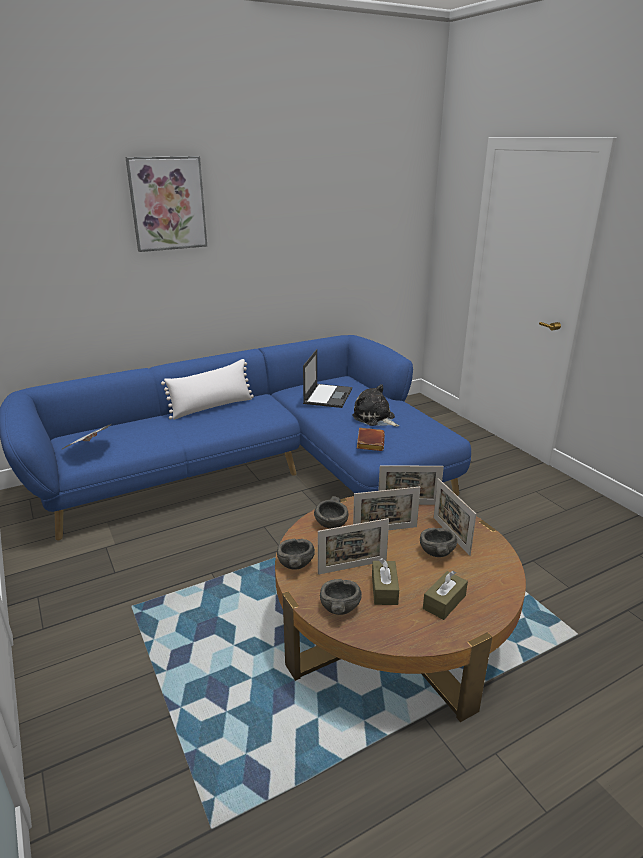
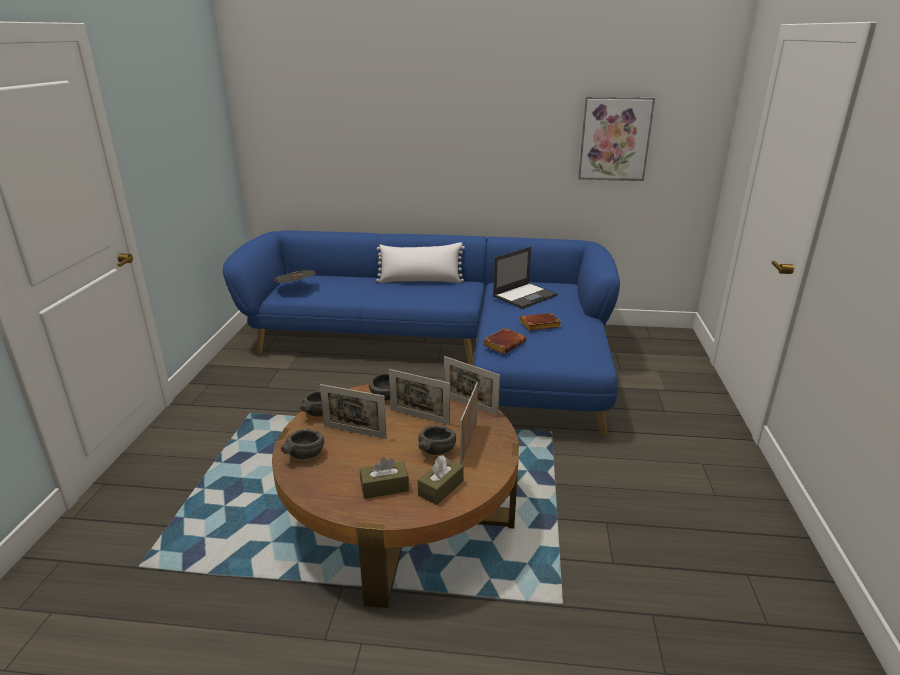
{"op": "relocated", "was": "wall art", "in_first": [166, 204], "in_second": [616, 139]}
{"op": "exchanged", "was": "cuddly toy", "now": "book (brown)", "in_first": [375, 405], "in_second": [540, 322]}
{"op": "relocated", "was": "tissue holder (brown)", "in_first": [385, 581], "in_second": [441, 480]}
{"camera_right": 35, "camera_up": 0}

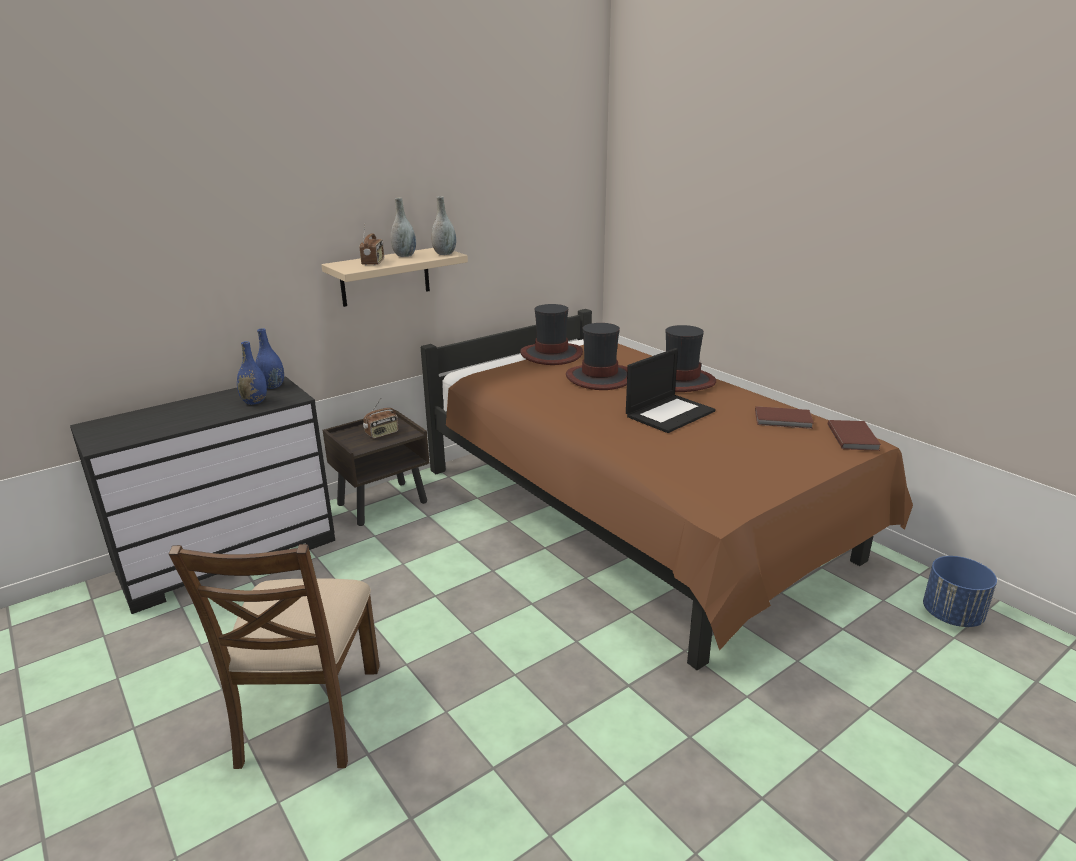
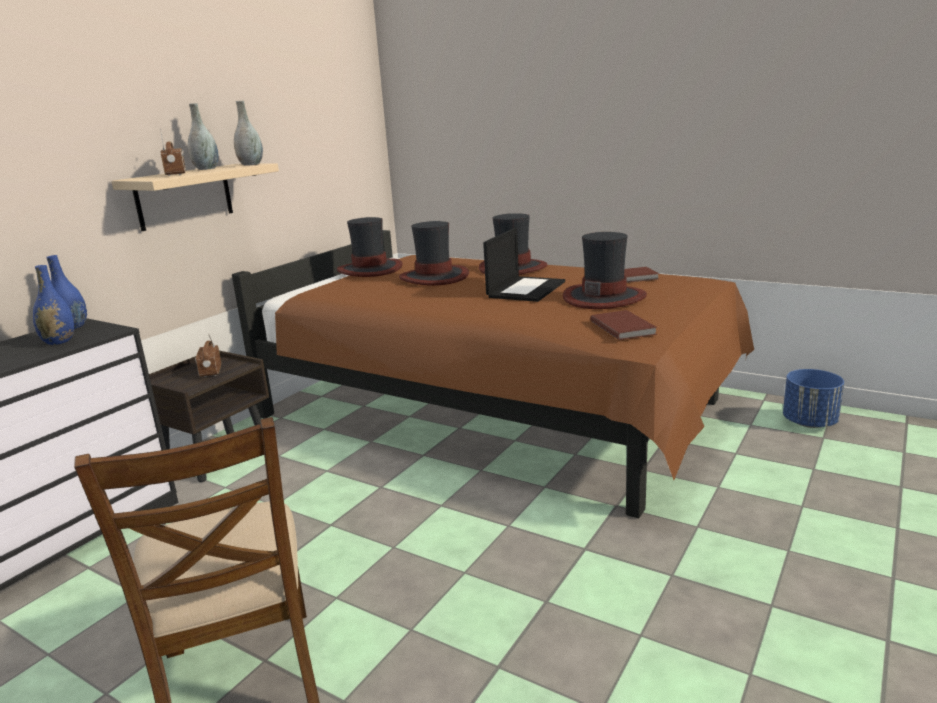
{"op": "spun", "was": "radio receiver", "in_first": [380, 419], "in_second": [208, 356], "clockwise": 135}
{"op": "relocated", "was": "book (brown)", "in_first": [854, 435], "in_second": [623, 325]}
{"op": "appeared", "now": "clothing hat", "in_second": [605, 270]}
{"camera_right": -20, "camera_up": -5}

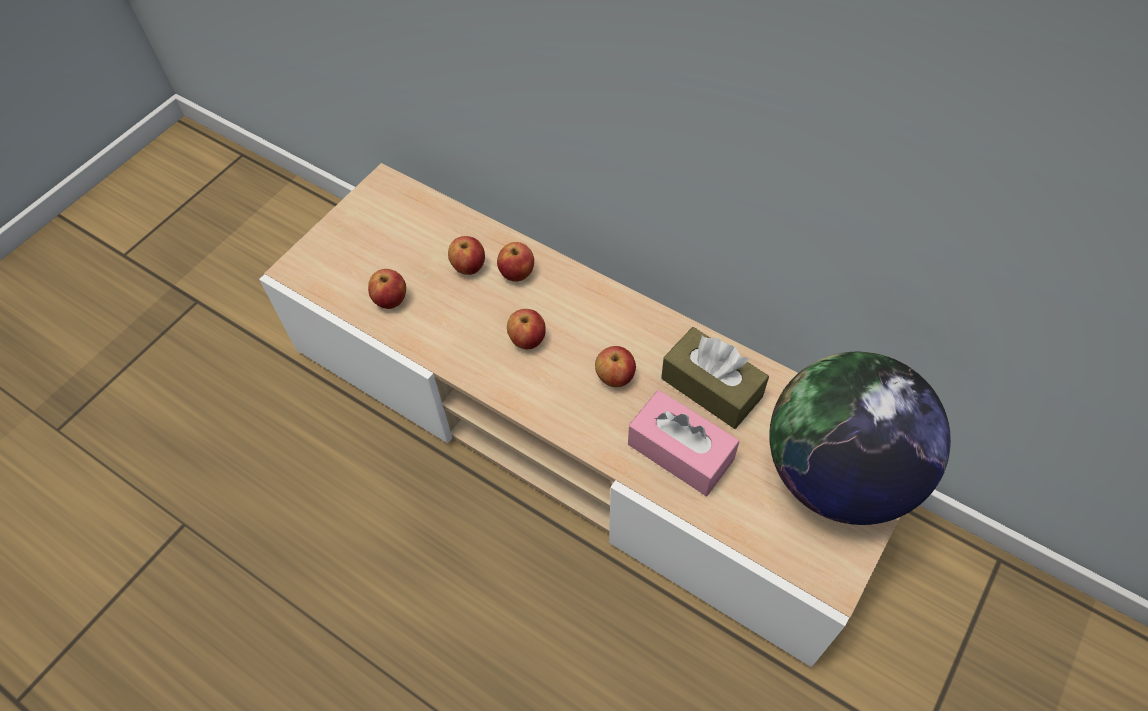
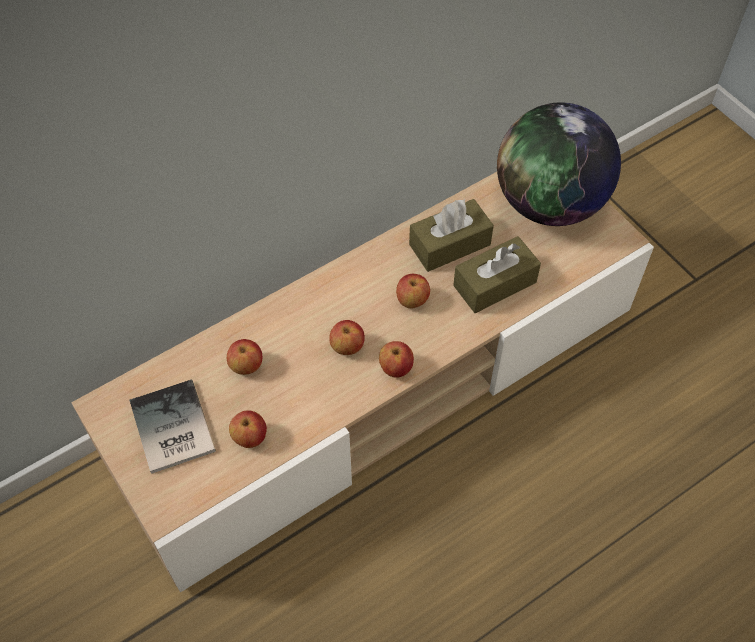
{"op": "relocated", "was": "apple", "in_first": [515, 262], "in_second": [396, 359]}
{"op": "colour", "was": "tissue holder (pinkish)", "now": "tissue holder (brown)", "in_first": [684, 443], "in_second": [497, 274]}
{"op": "appeared", "now": "book", "in_second": [173, 427]}
{"camera_right": -70, "camera_up": 0}

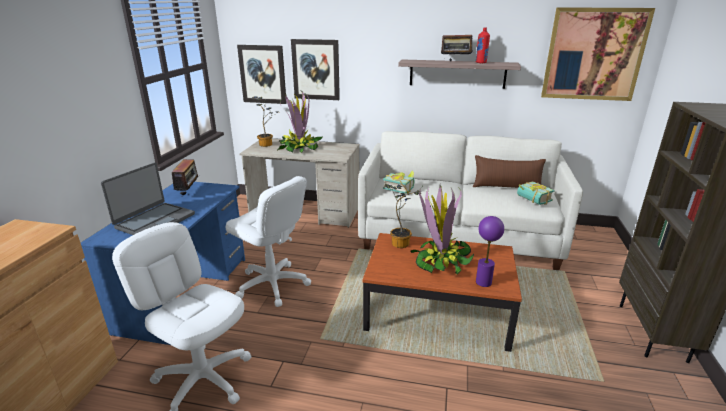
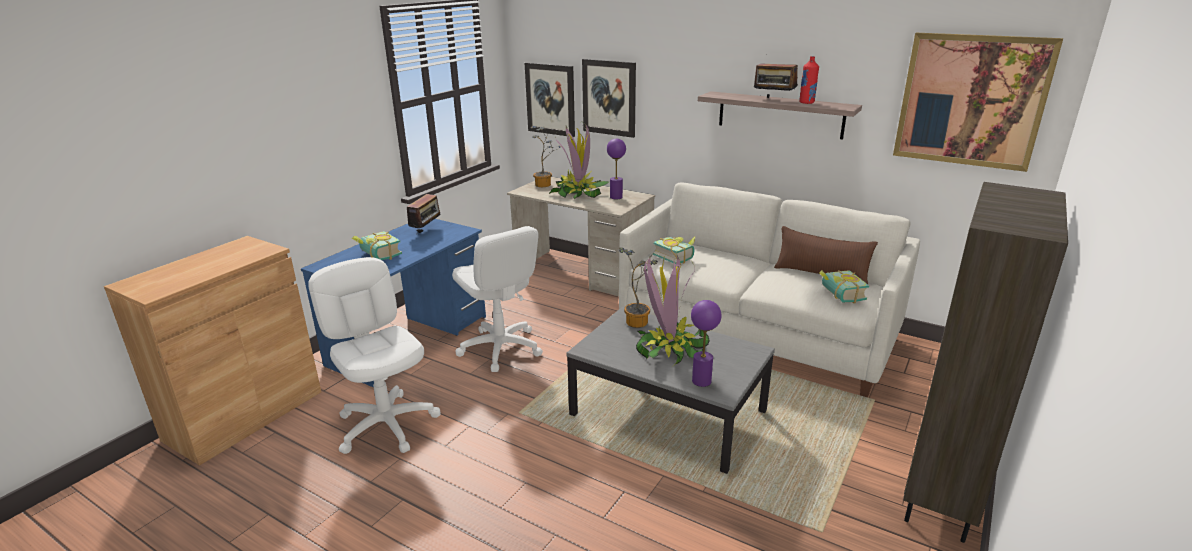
{"op": "exchanged", "was": "laptop", "now": "book", "in_first": [148, 199], "in_second": [377, 245]}
{"op": "colour", "was": "lounge table (brown)", "now": "lounge table (grey)", "in_first": [442, 292], "in_second": [670, 390]}
{"op": "appeared", "now": "lamp for a table (purplish)", "in_second": [616, 169]}
{"camera_right": 20, "camera_up": 0}

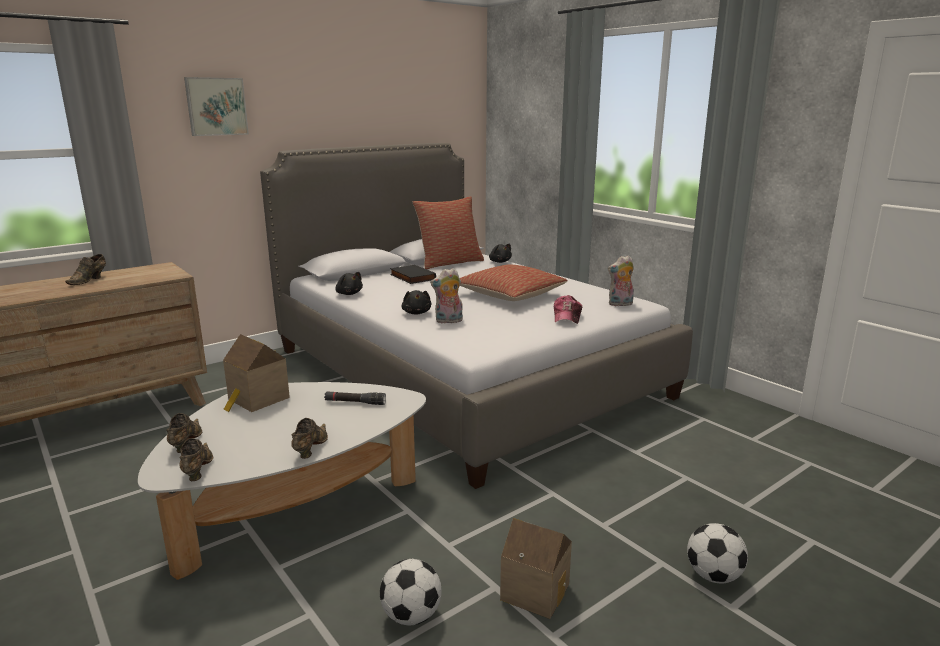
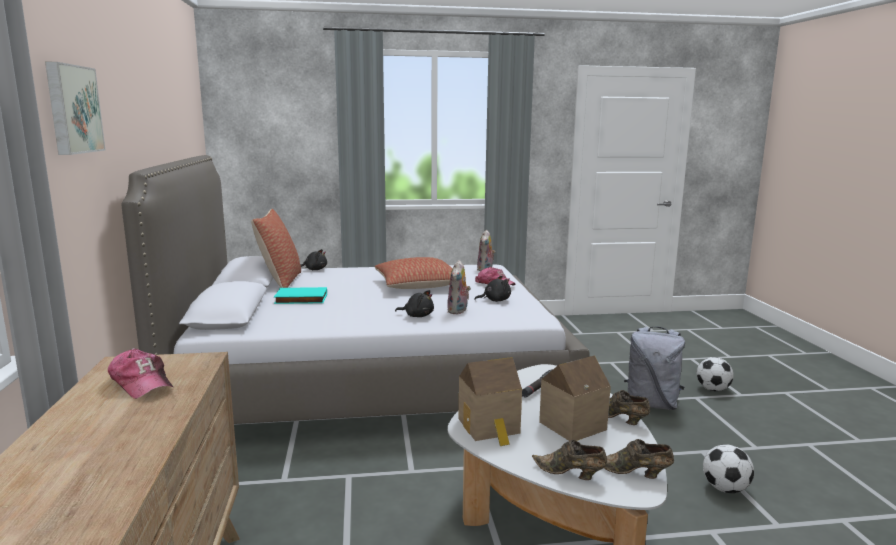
{"op": "missing", "was": "shoe (brown)", "in_first": [85, 269]}
{"op": "relocated", "was": "cuddly toy (black)", "in_first": [349, 283], "in_second": [492, 289]}
{"op": "colour", "was": "book (black)", "now": "book (turquoise)", "in_first": [413, 274], "in_second": [300, 295]}
{"op": "relocated", "was": "toy house", "in_first": [536, 568], "in_second": [575, 398]}
{"op": "appeared", "now": "baseball cap", "in_second": [141, 373]}
{"op": "appeared", "now": "backpack (grey)", "in_second": [654, 368]}
{"camera_right": -60, "camera_up": -5}

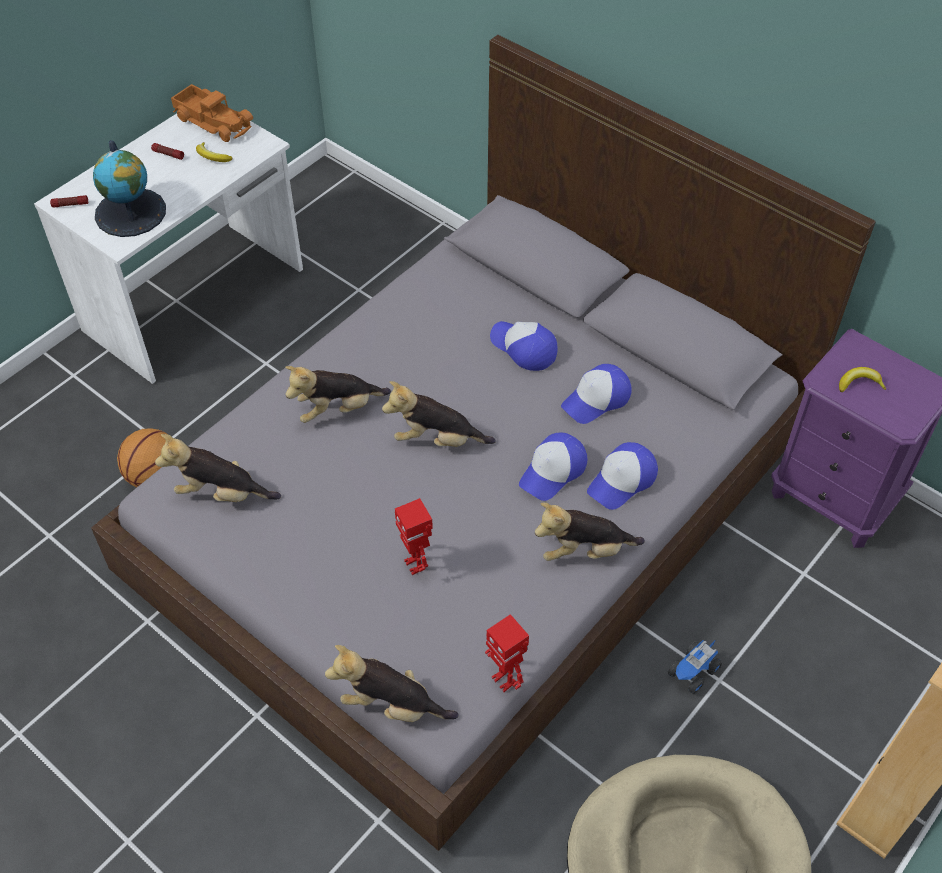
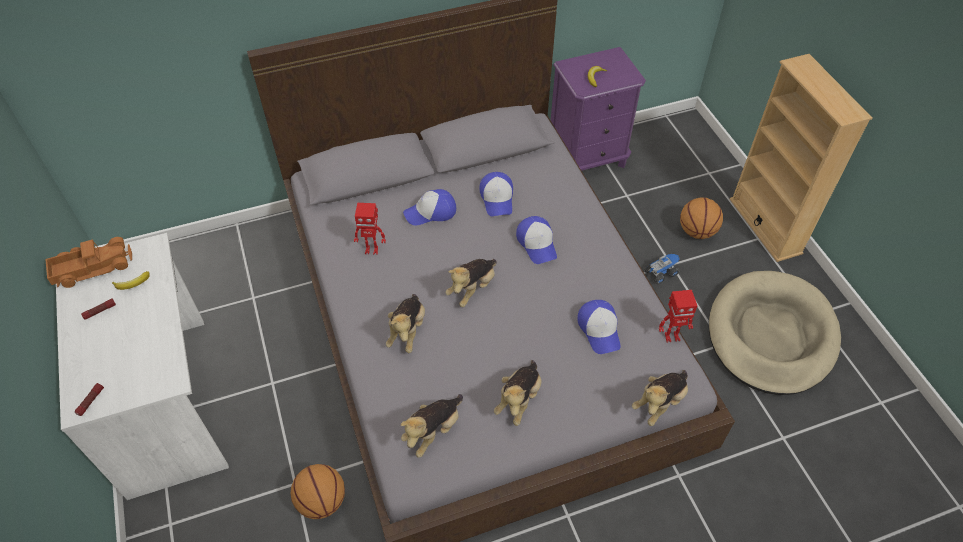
{"op": "missing", "was": "world globe", "in_first": [129, 188]}
{"op": "relocated", "was": "robot figure", "in_first": [414, 536], "in_second": [370, 229]}
{"op": "relocated", "was": "cuddly toy", "in_first": [590, 531], "in_second": [518, 393]}
{"op": "relocated", "was": "baseball cap", "in_first": [622, 476], "in_second": [599, 327]}
{"op": "spun", "was": "toy lorry", "in_first": [695, 666], "in_second": [662, 269], "clockwise": -105}
{"op": "appeared", "now": "basketball", "in_second": [701, 218]}
{"camera_right": -60, "camera_up": 0}

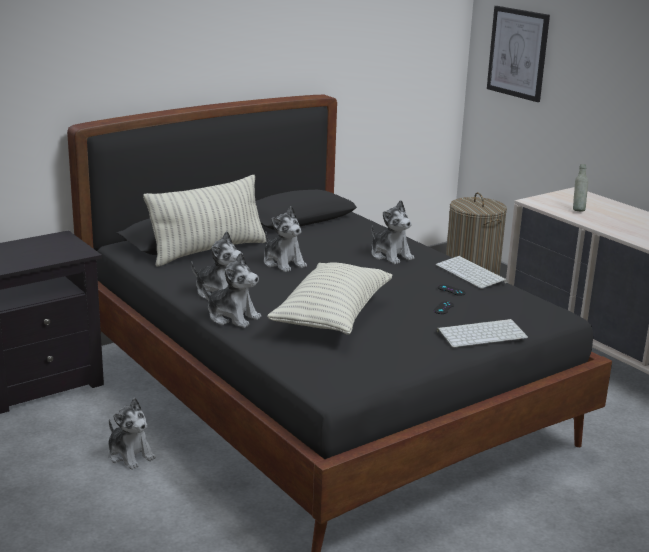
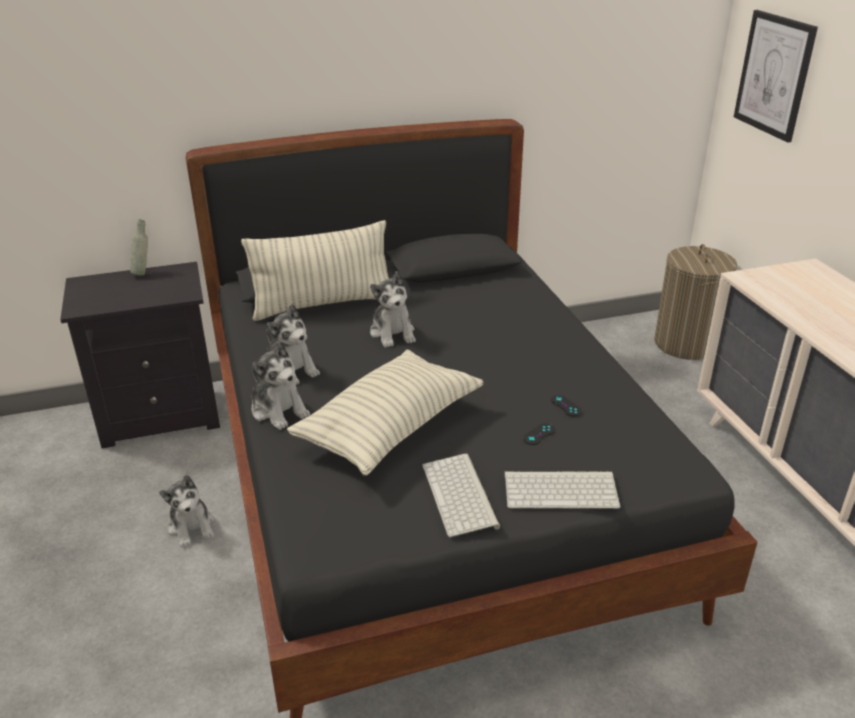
{"op": "missing", "was": "cuddly toy", "in_first": [392, 232]}
{"op": "relocated", "was": "keyboard", "in_first": [471, 272], "in_second": [461, 495]}
{"op": "relocated", "was": "beverage bottle (grey)", "in_first": [580, 188], "in_second": [139, 247]}
{"camera_right": 20, "camera_up": 10}

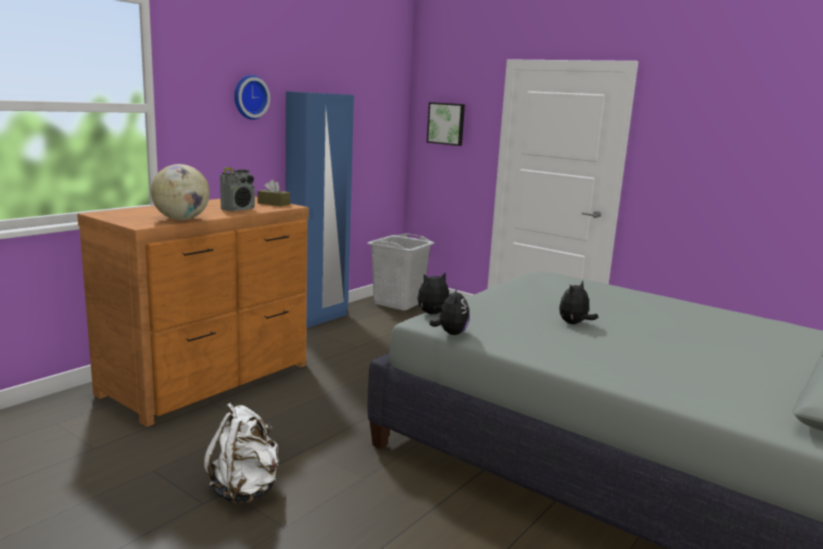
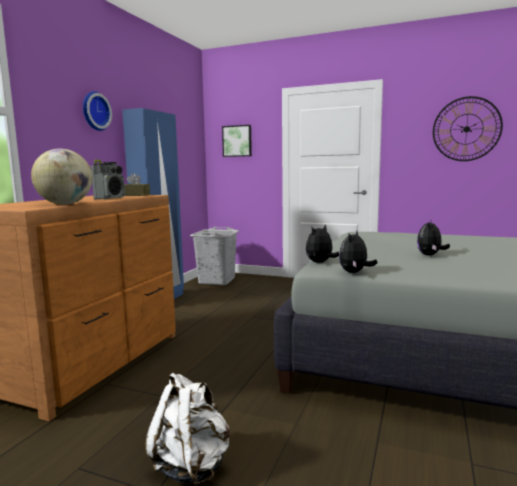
{"op": "spun", "was": "cuddly toy", "in_first": [449, 311], "in_second": [358, 252], "clockwise": -135}
{"op": "appeared", "now": "wall clock", "in_second": [468, 128]}
{"camera_right": -15, "camera_up": -5}

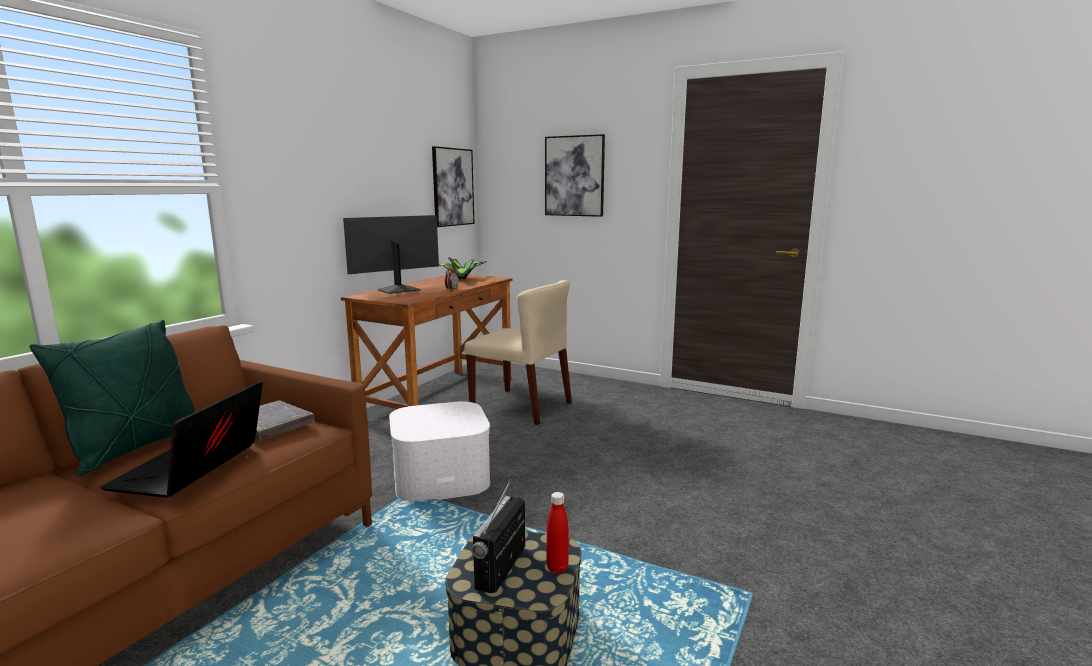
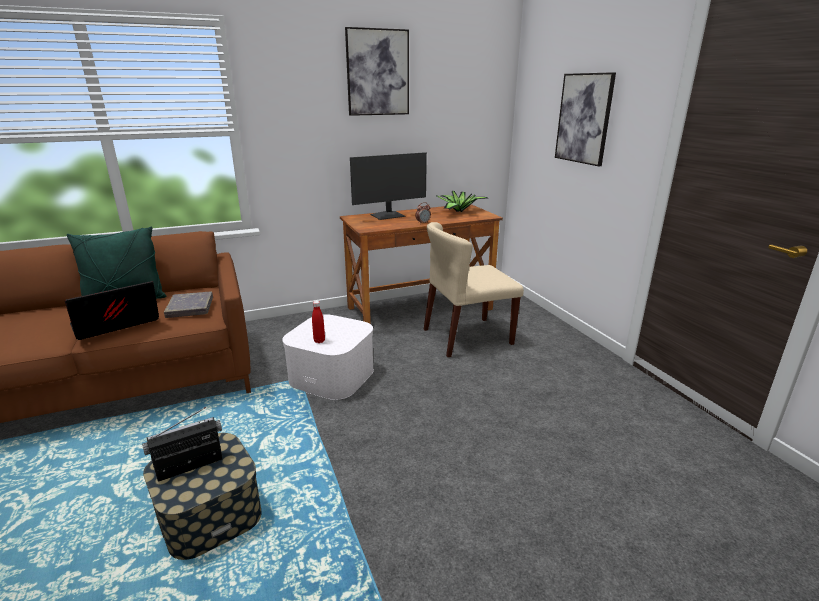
{"op": "spun", "was": "monitor", "in_first": [391, 254], "in_second": [388, 186], "clockwise": 150}
{"op": "relocated", "was": "wall art", "in_first": [453, 186], "in_second": [377, 71]}
{"op": "spun", "was": "upright chair (beige-coloured)", "in_first": [518, 352], "in_second": [474, 289], "clockwise": 90}
{"op": "relocated", "was": "beverage bottle (red-coloured)", "in_first": [557, 533], "in_second": [318, 322]}
{"camera_right": 40, "camera_up": 10}

